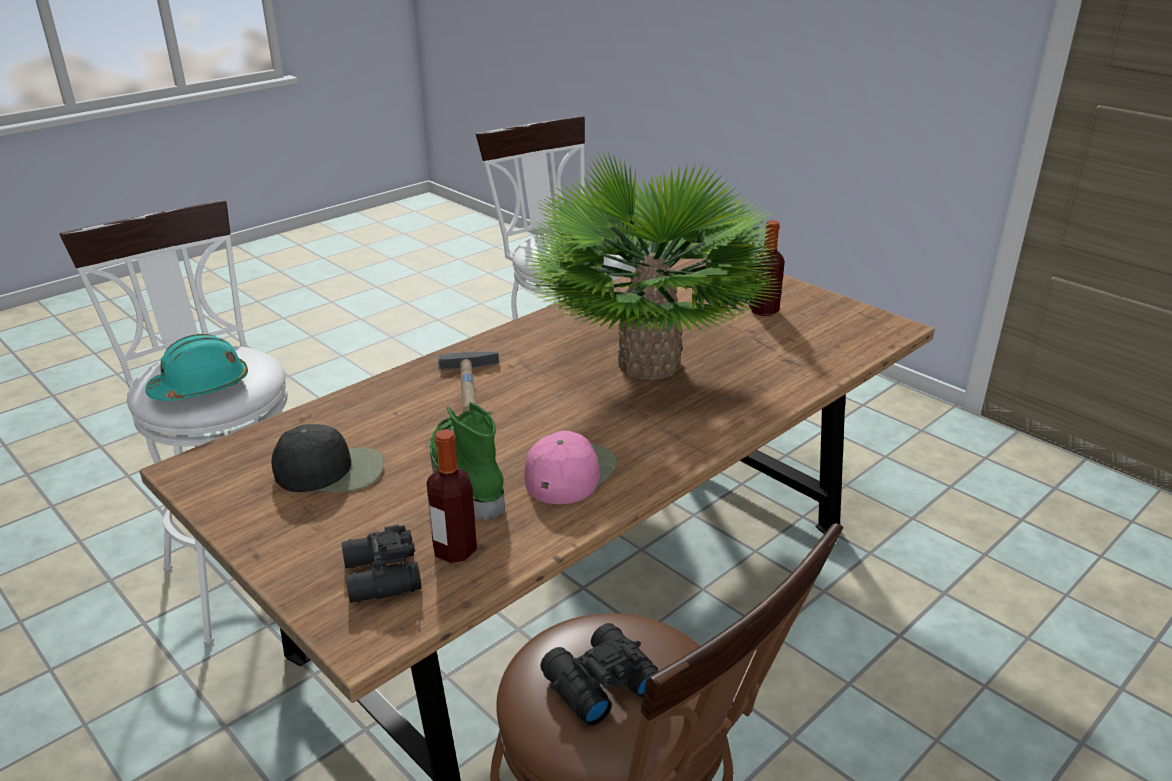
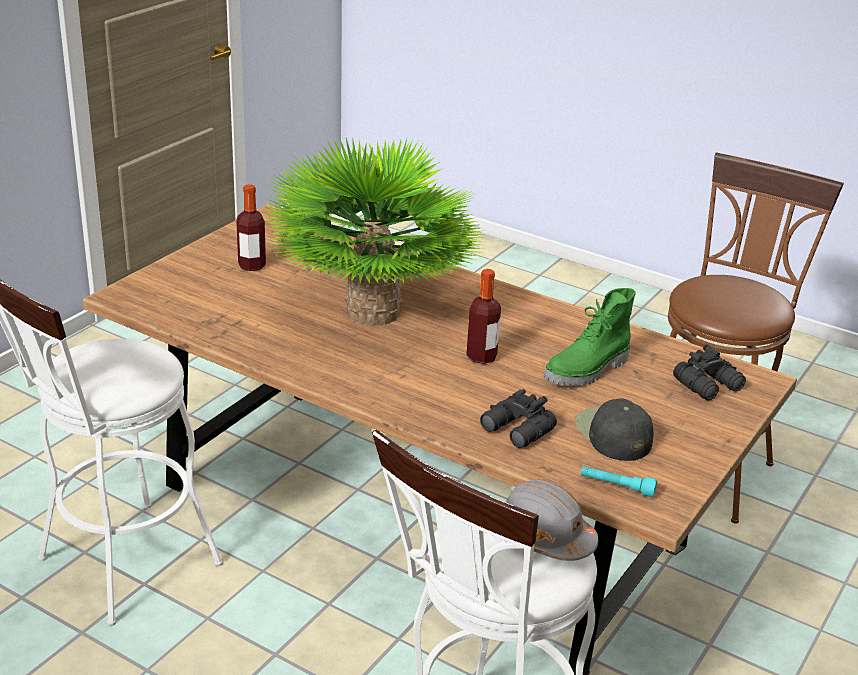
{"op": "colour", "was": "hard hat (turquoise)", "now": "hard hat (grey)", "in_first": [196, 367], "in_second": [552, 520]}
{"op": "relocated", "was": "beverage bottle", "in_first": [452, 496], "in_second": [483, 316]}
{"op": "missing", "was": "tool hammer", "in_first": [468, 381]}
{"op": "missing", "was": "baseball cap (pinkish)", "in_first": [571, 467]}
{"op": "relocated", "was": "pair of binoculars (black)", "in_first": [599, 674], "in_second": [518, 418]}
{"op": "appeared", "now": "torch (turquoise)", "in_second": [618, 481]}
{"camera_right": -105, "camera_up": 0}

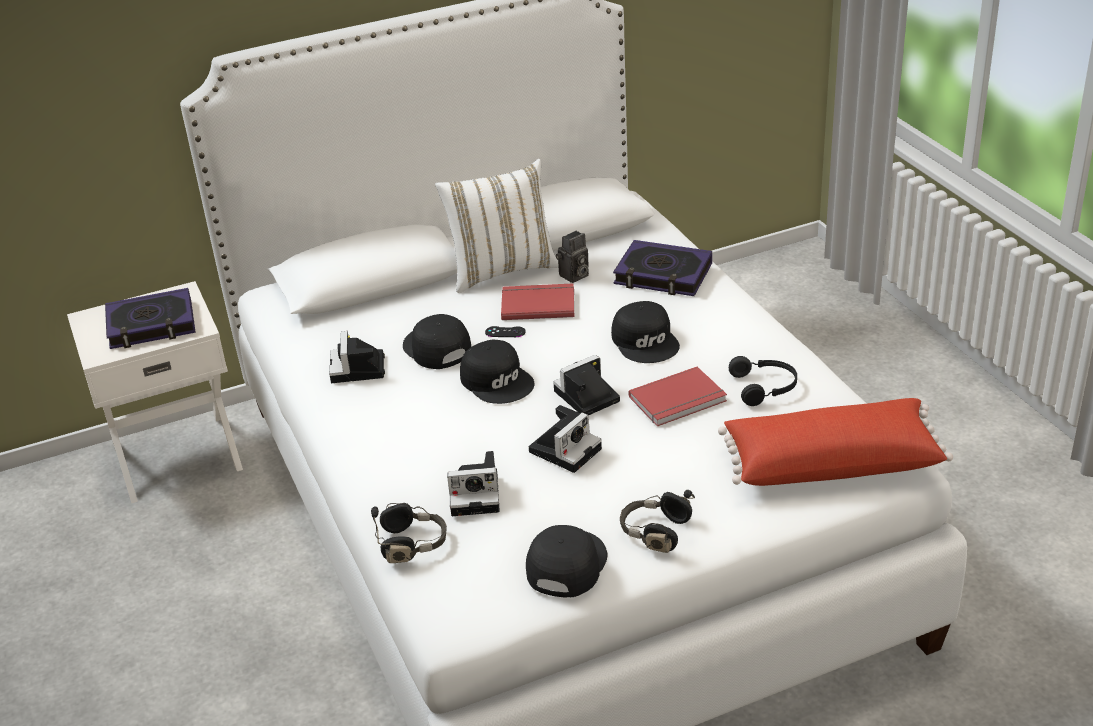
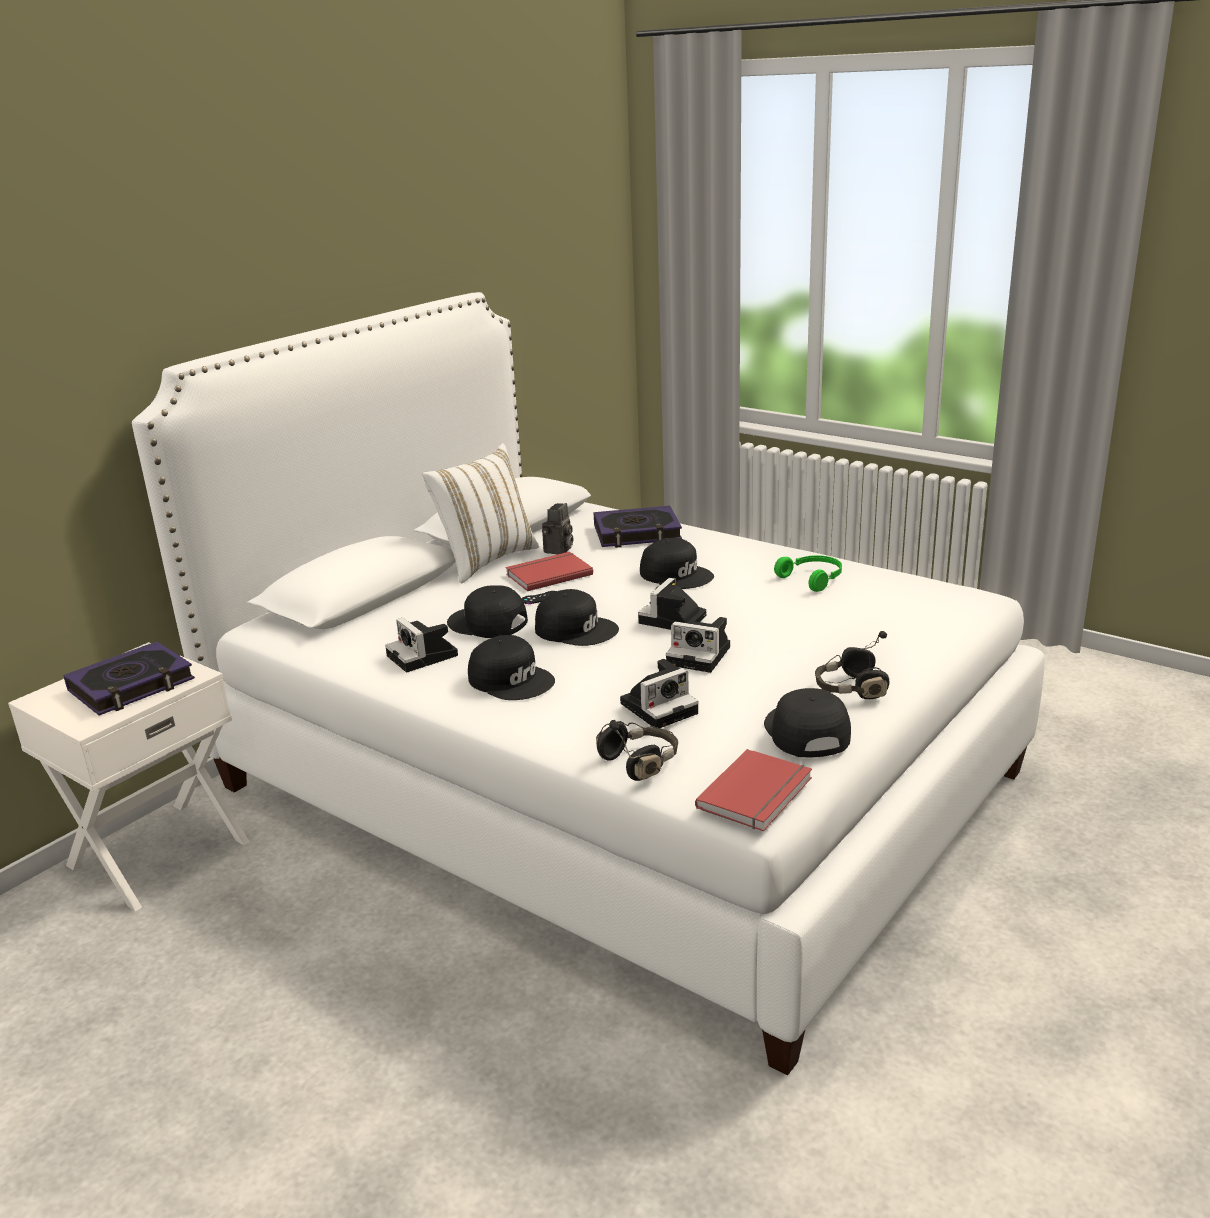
{"op": "spun", "was": "still camera", "in_first": [565, 439], "in_second": [698, 645], "clockwise": 105}
{"op": "relocated", "was": "book (red-coloured)", "in_first": [677, 396], "in_second": [753, 790]}
{"op": "missing", "was": "cushion (red-coloured)", "in_first": [835, 442]}
{"op": "colour", "was": "pair of headphones (black)", "now": "pair of headphones (green-coloured)", "in_first": [763, 381], "in_second": [808, 573]}
{"op": "appeared", "now": "baseball cap (black)", "in_second": [511, 667]}
{"camera_right": -30, "camera_up": -10}

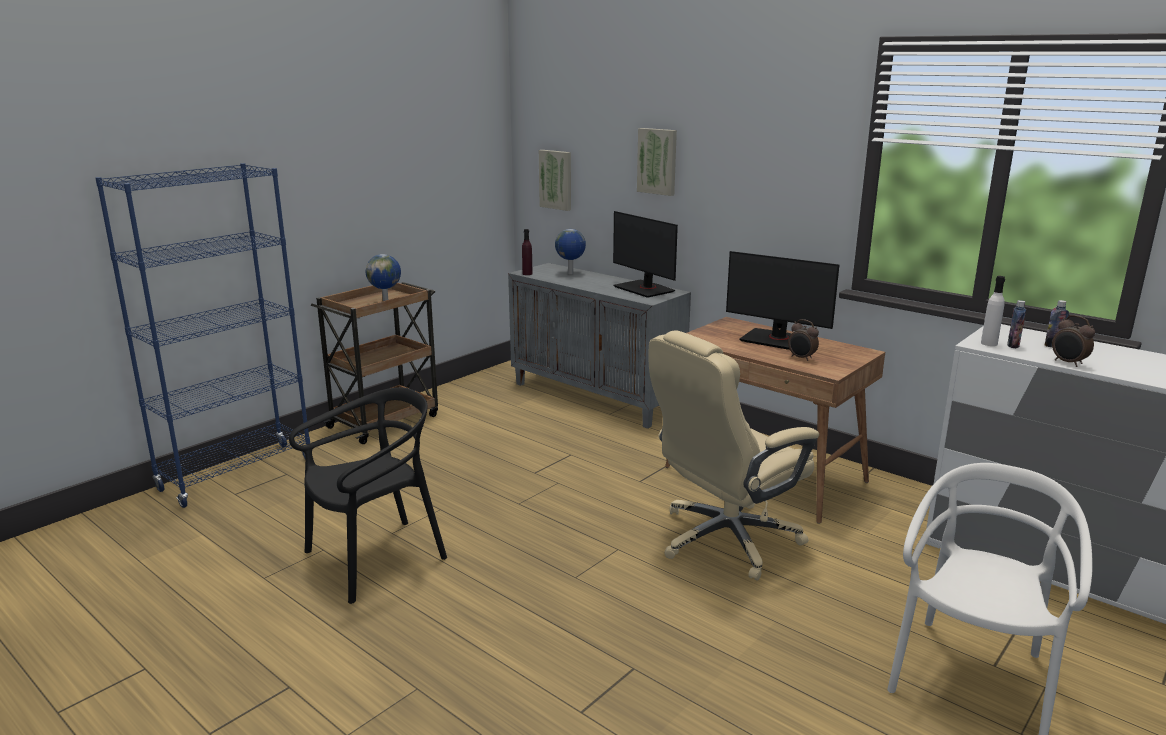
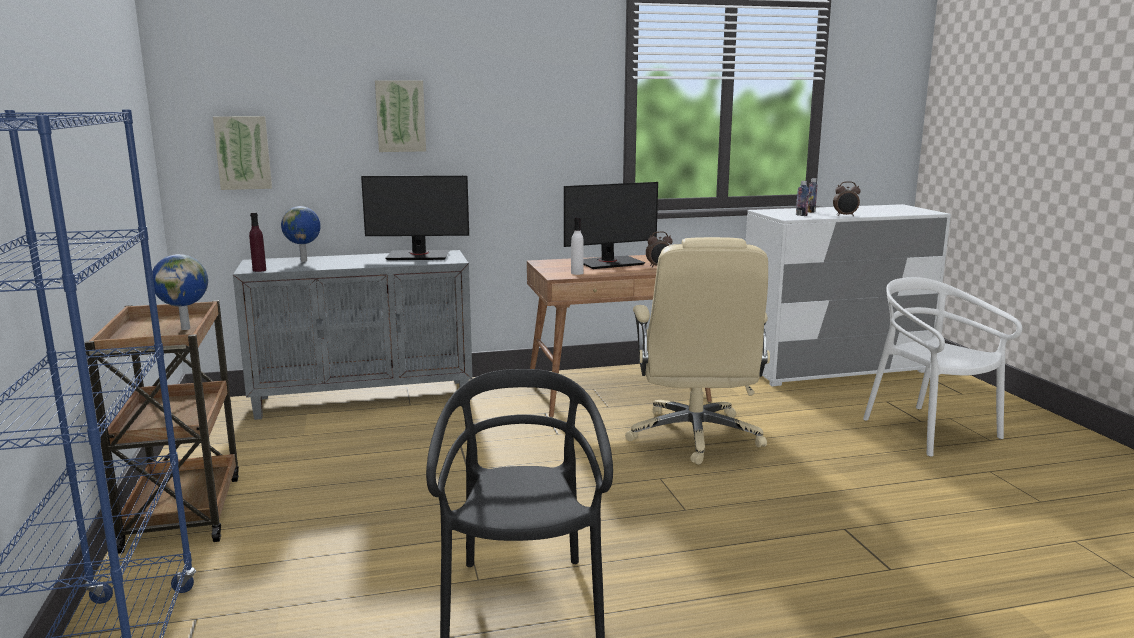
{"op": "relocated", "was": "beverage bottle (white-coloured)", "in_first": [993, 311], "in_second": [577, 246]}
{"camera_right": -55, "camera_up": -5}

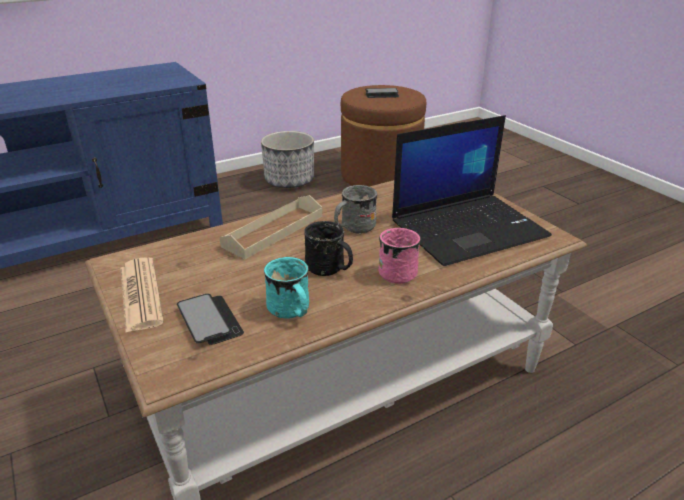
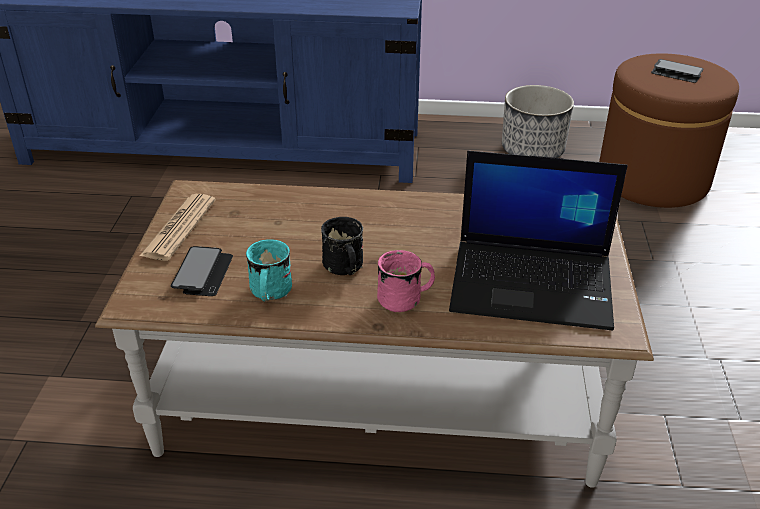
{"op": "missing", "was": "serving tray (beige-coloured)", "in_first": [271, 227]}
{"op": "missing", "was": "tea mug (grey)", "in_first": [355, 210]}
{"camera_right": 35, "camera_up": 5}

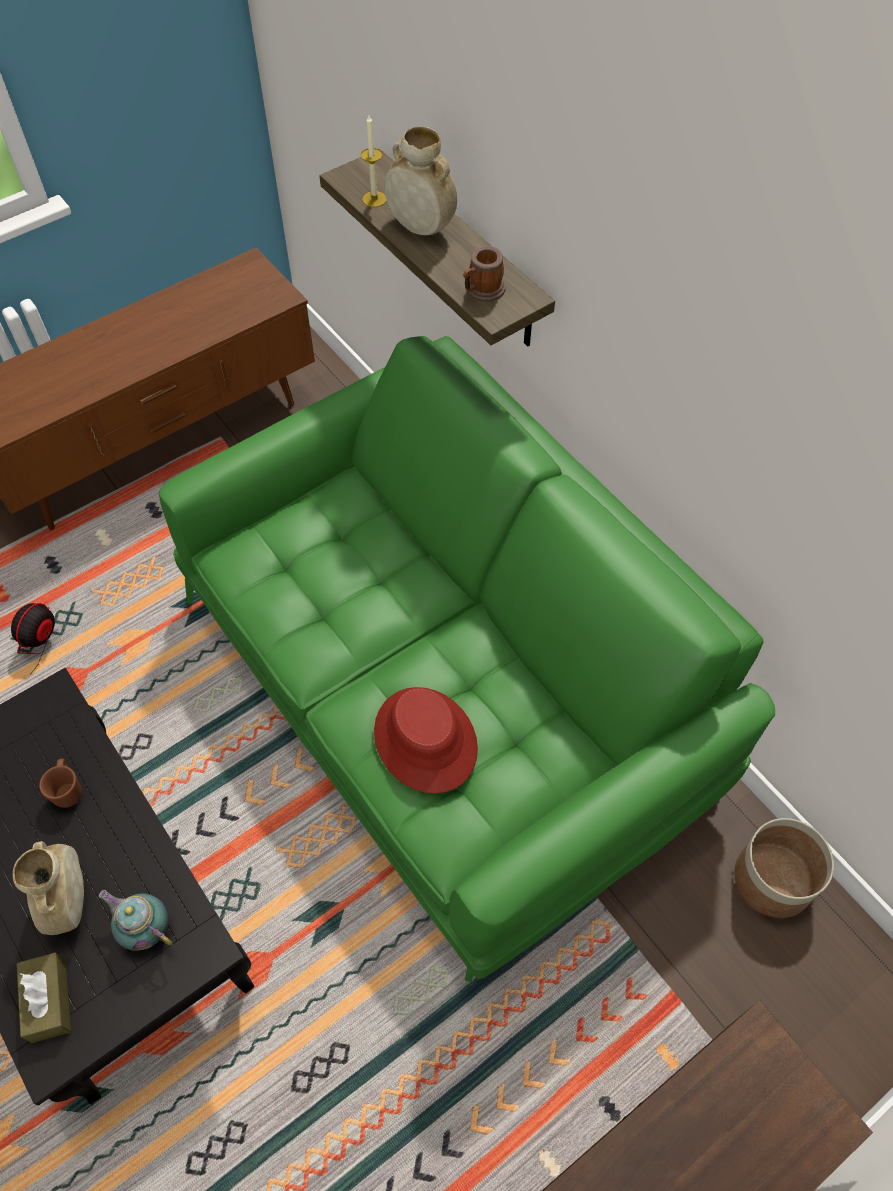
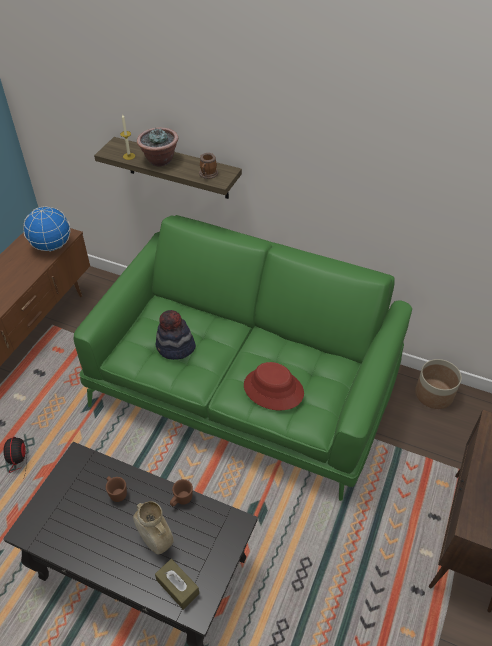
{"op": "missing", "was": "teapot", "in_first": [136, 920]}
{"op": "exchanged", "was": "flower vase (beige-coloured)", "now": "houseplant", "in_first": [420, 180], "in_second": [157, 147]}
{"op": "appeared", "now": "world globe", "in_second": [47, 229]}
{"op": "appeared", "now": "clothing hat", "in_second": [176, 335]}
{"op": "appeared", "now": "tea mug (brown)", "in_second": [181, 492]}
{"camera_right": -30, "camera_up": -10}

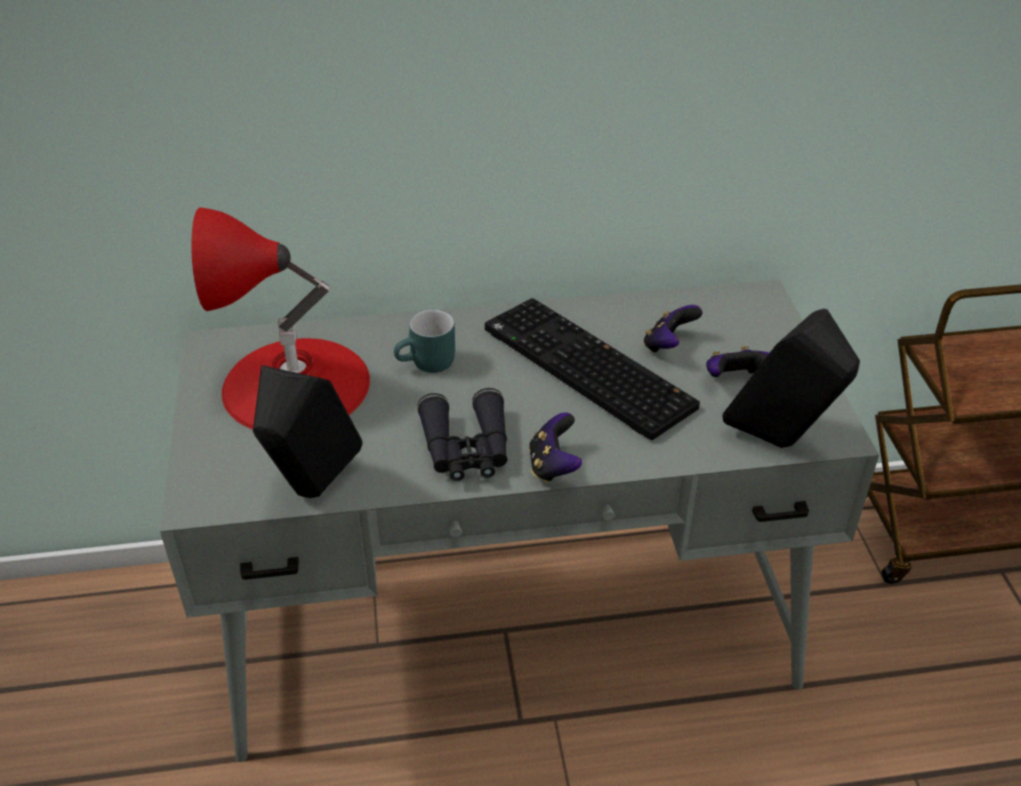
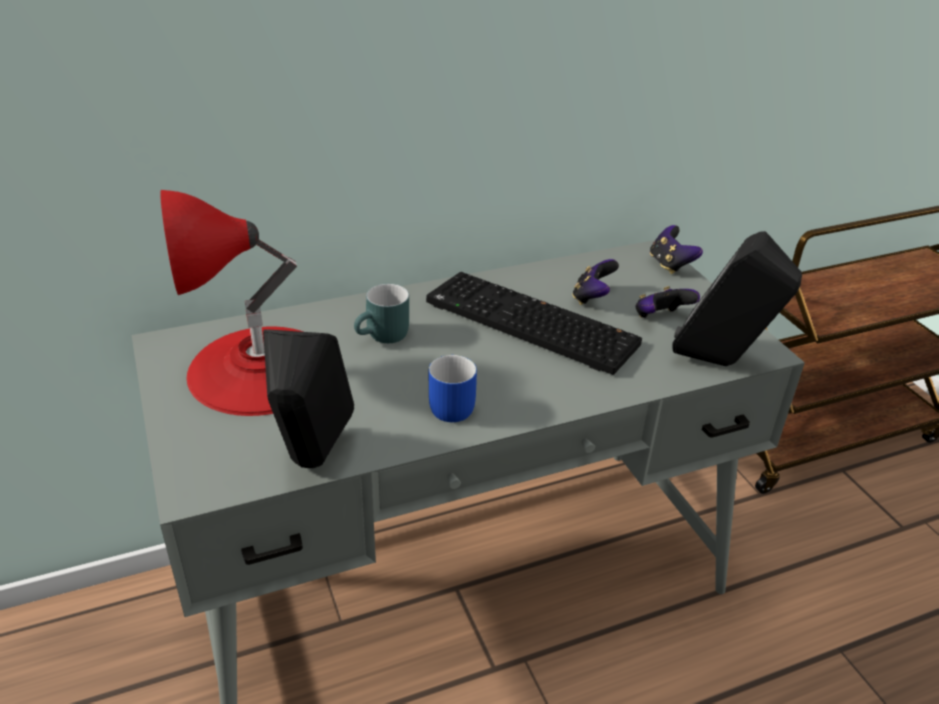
{"op": "exchanged", "was": "pair of binoculars (black)", "now": "tea mug (blue)", "in_first": [462, 434], "in_second": [453, 388]}
{"op": "relocated", "was": "gamepad", "in_first": [555, 447], "in_second": [676, 249]}
{"camera_right": -15, "camera_up": -5}

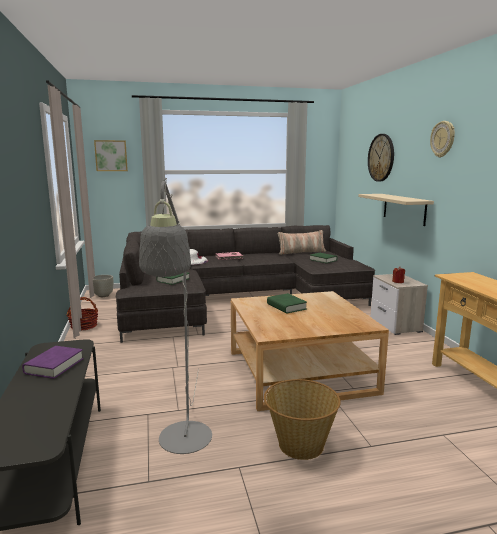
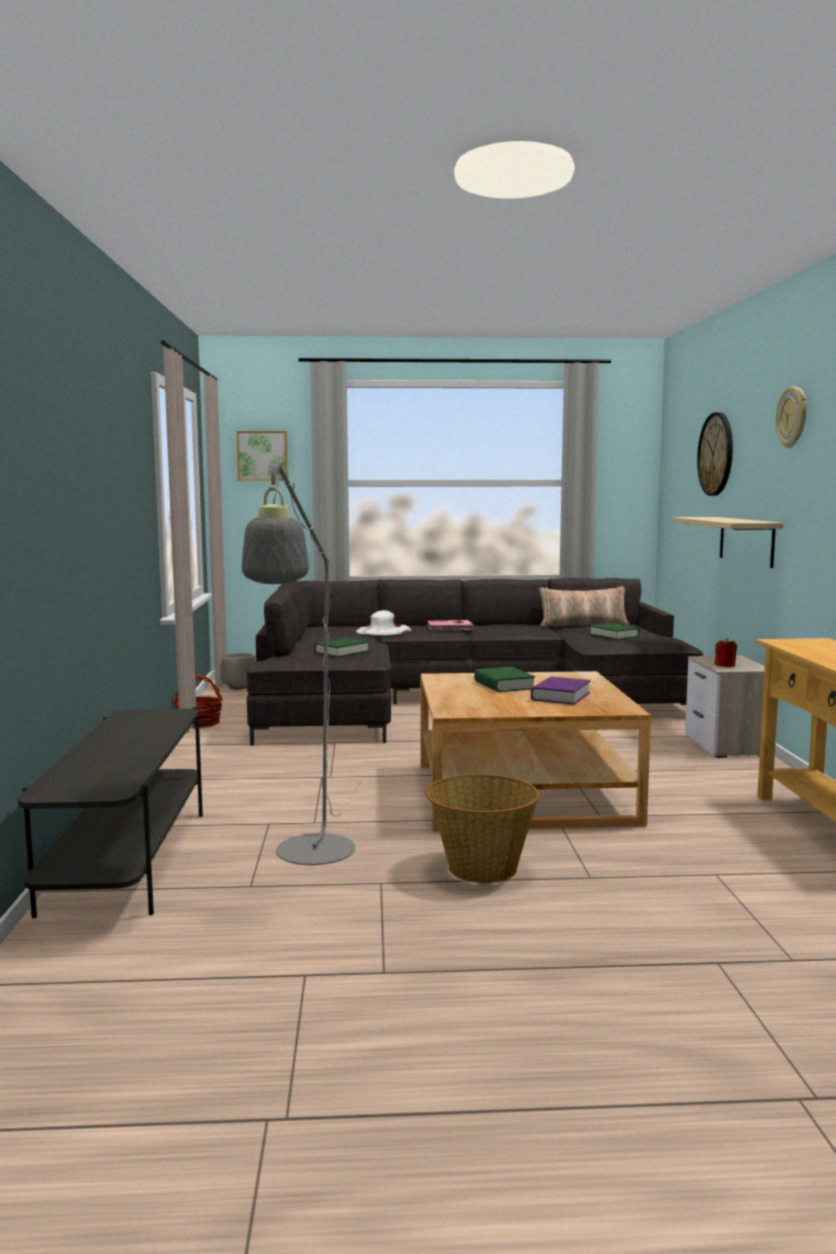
{"op": "relocated", "was": "book (purplish)", "in_first": [53, 362], "in_second": [561, 690]}
{"camera_right": 10, "camera_up": -5}

